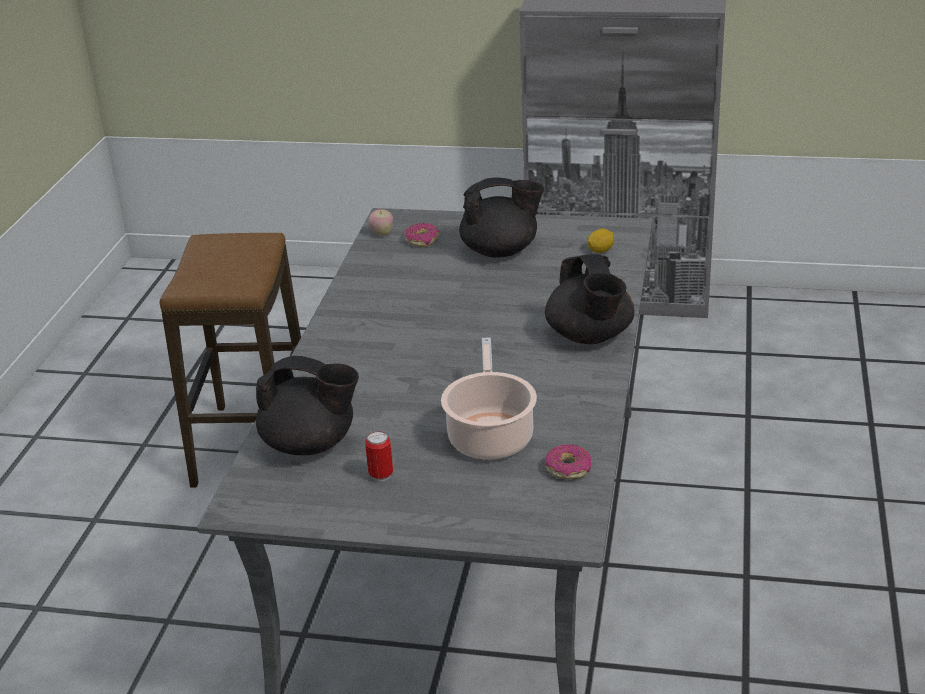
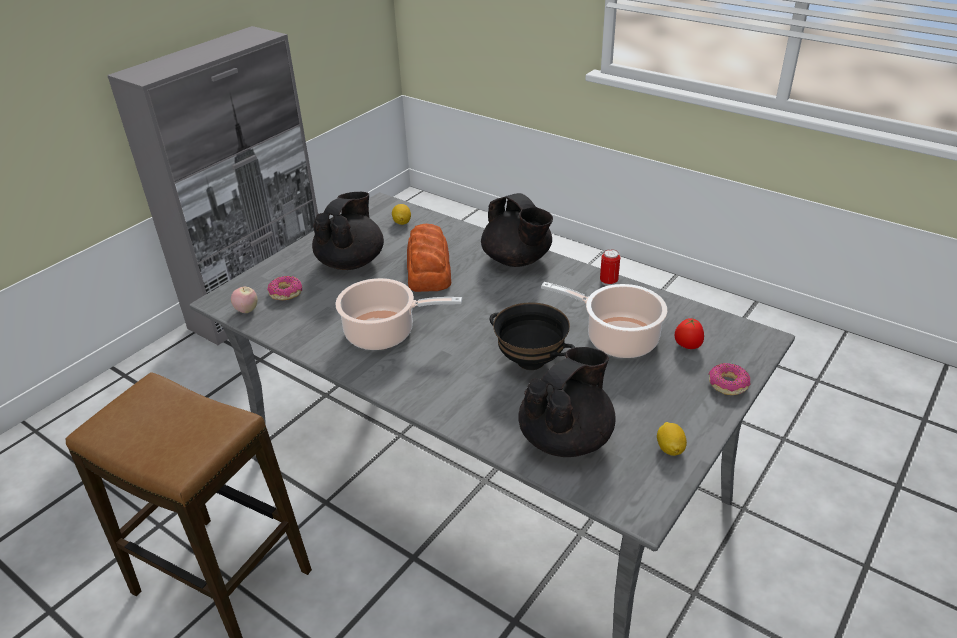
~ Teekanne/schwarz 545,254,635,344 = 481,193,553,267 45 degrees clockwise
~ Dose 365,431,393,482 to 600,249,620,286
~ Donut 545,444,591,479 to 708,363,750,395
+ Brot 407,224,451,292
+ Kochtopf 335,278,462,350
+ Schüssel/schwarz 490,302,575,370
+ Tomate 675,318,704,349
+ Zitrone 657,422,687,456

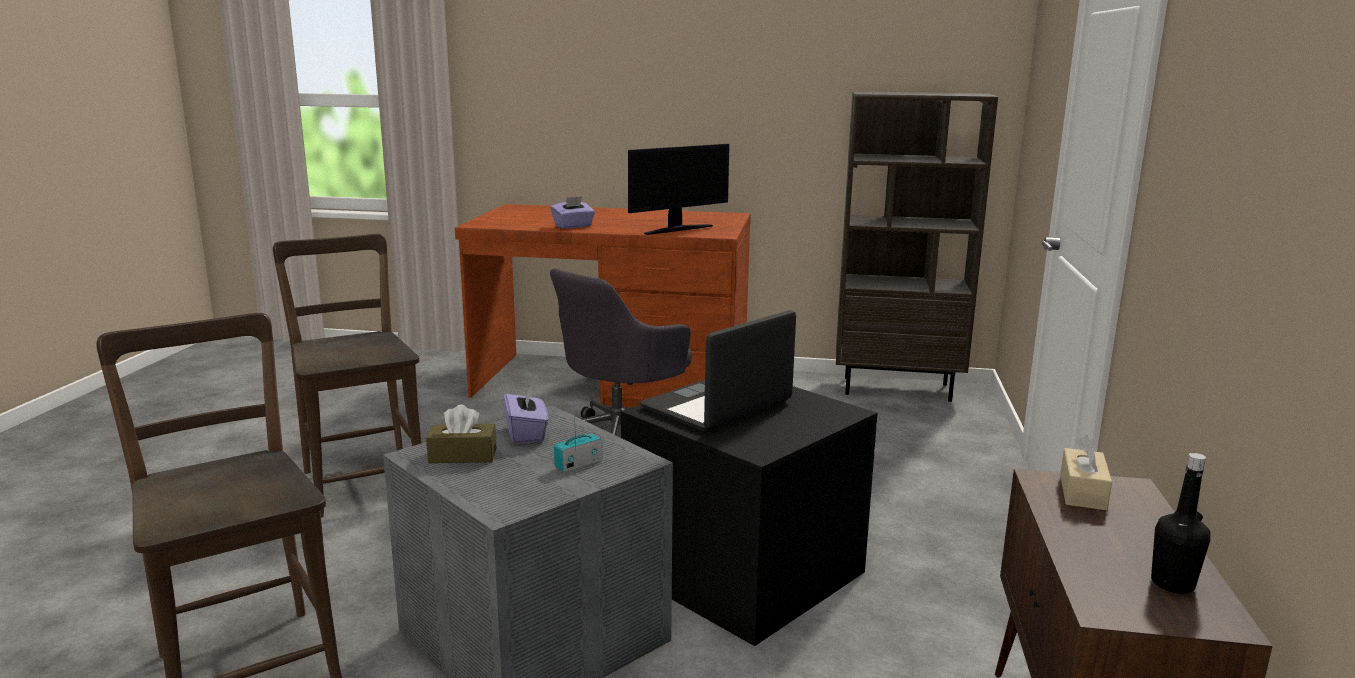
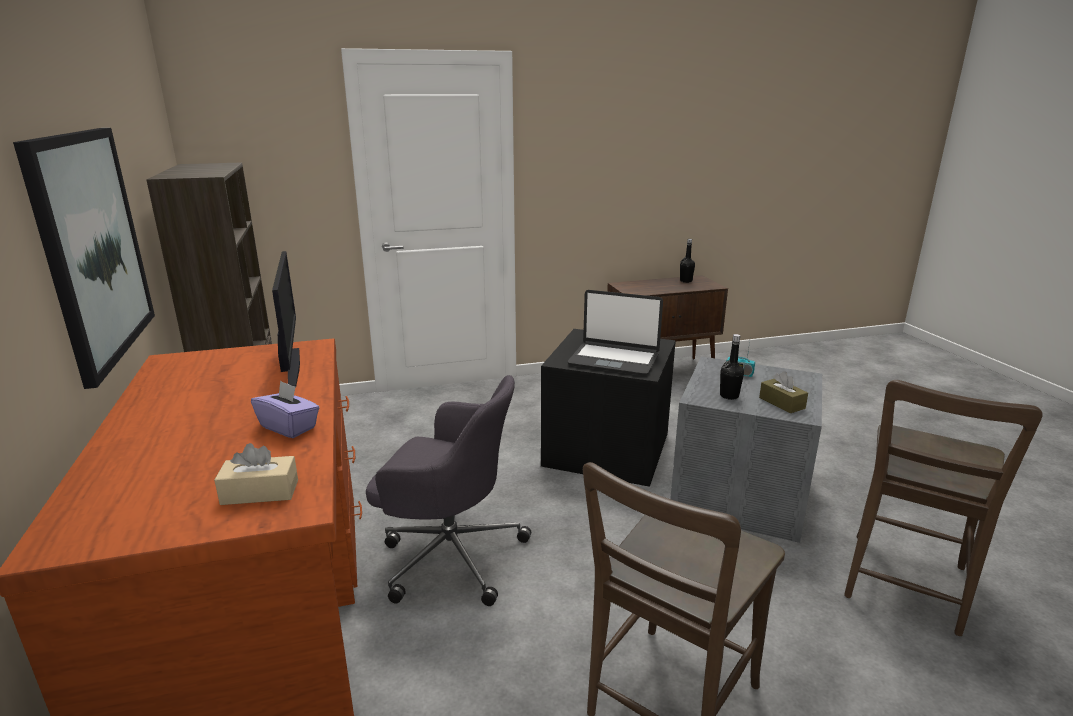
~ Monitor 628,144,729,235 = 272,251,300,386 45 degrees clockwise
~ Taschentuchbox/lila 503,385,548,444 to Flasche/schwarz 720,334,744,400
~ Taschentuchbox/beige 1060,435,1112,510 to 214,443,298,505
+ Bild 13,128,155,389

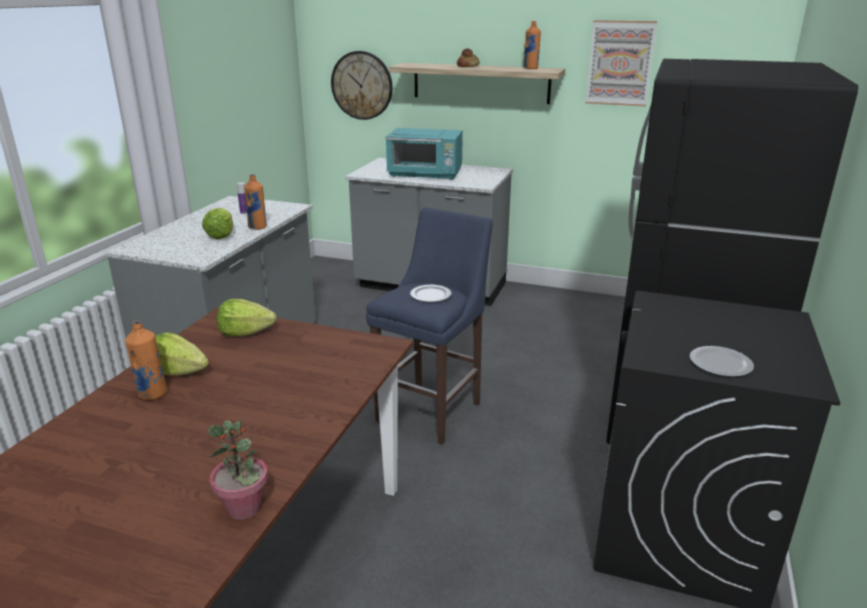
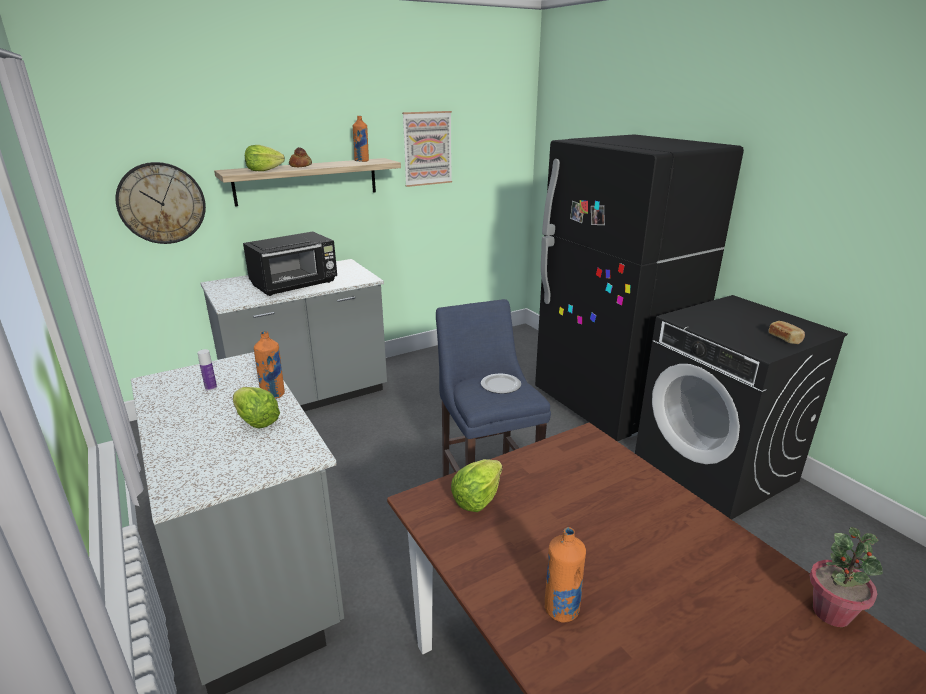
~ Mikrowelle/türkis 385,128,463,180 to Mikrowelle/schwarz 243,231,337,296
~ Salatkopf 155,332,209,375 to 245,145,285,171
~ Teller 690,346,754,377 to Brot 768,321,805,344

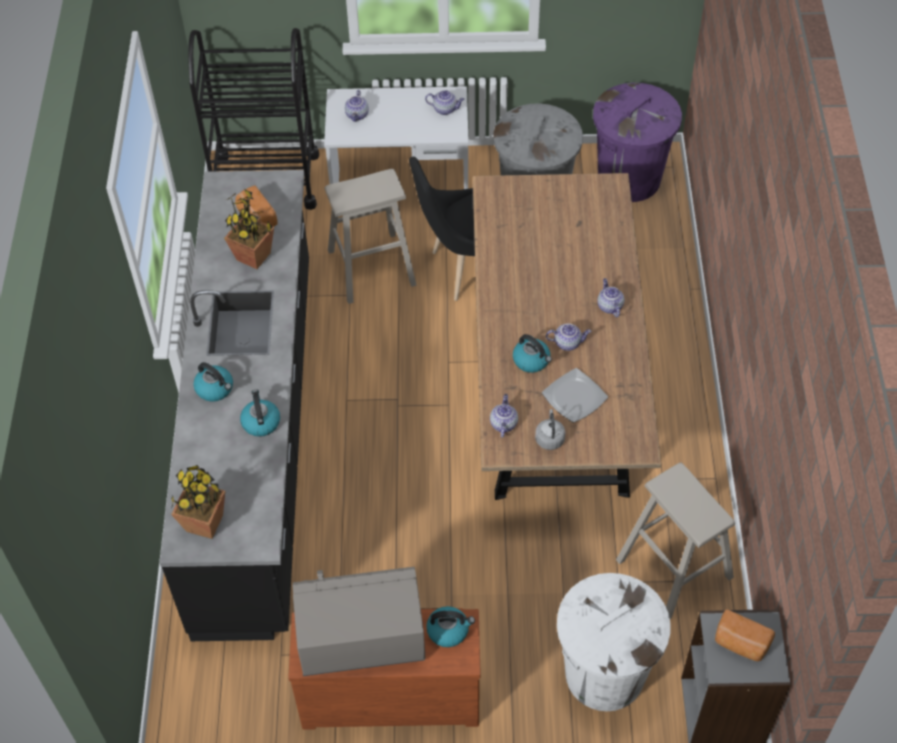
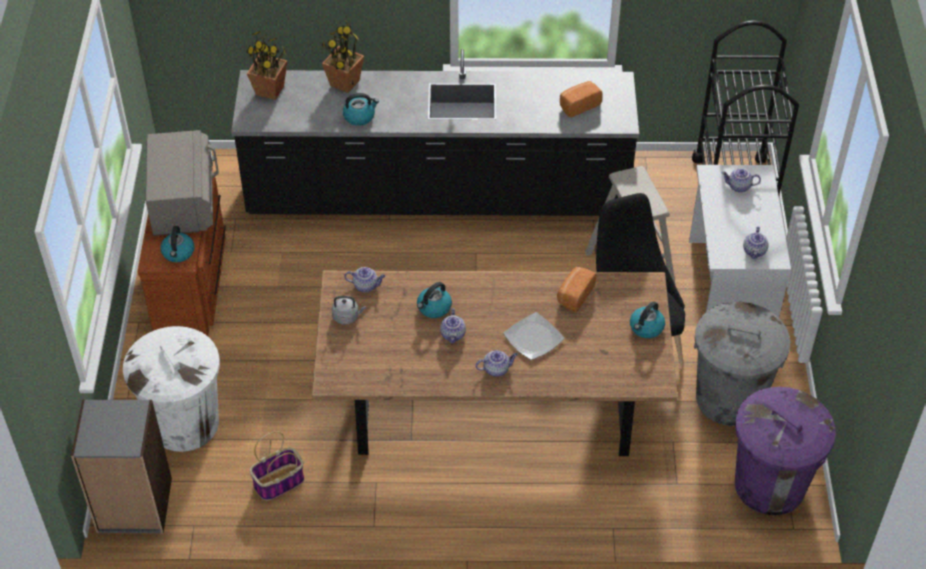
~ Topfpflanze 224,189,274,269 to 322,21,364,93
~ Wasserkessel 193,362,233,402 to 630,301,665,338
~ Teller 542,368,608,423 to 503,312,564,360
~ Hocker/beige 616,462,735,619 to Korb 249,431,304,501
~ Brot 715,609,775,661 to 557,267,596,312

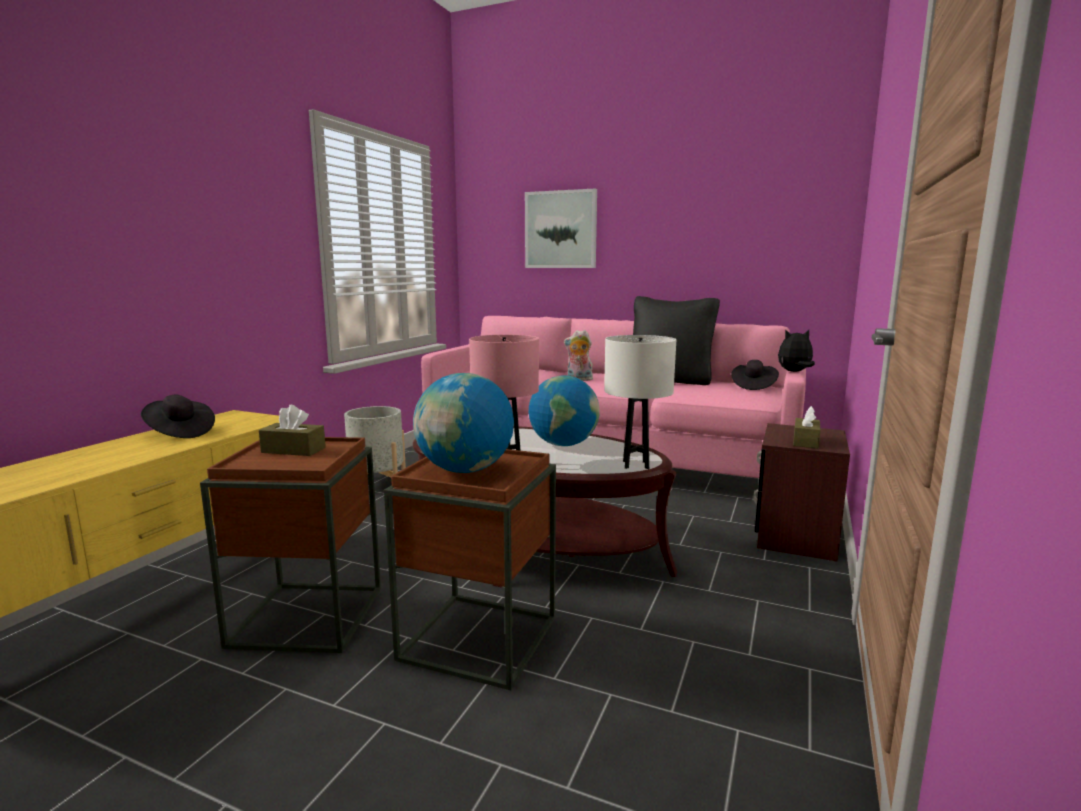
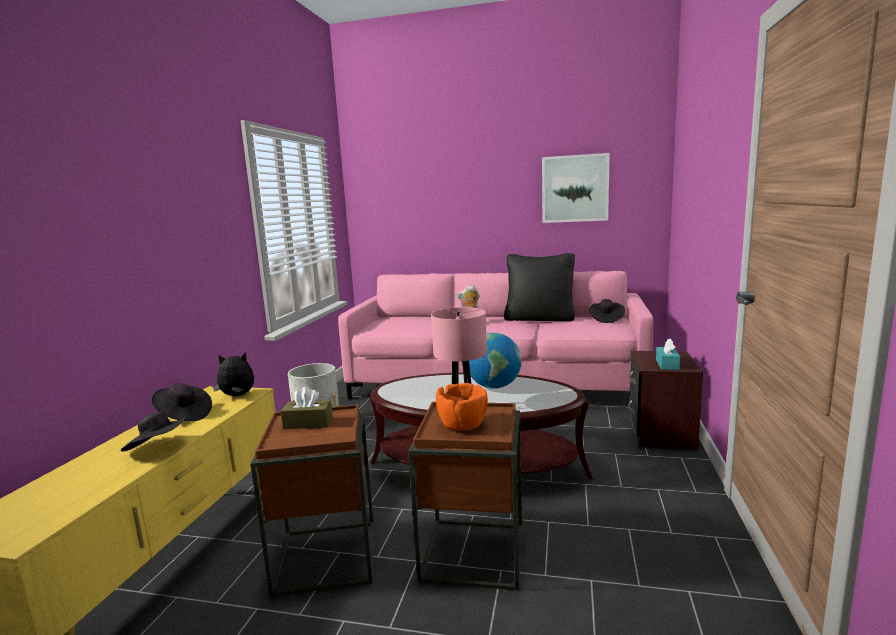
~ Bild 525,189,597,268 to 542,153,610,223
~ Plüschtier 778,330,815,372 to 212,352,254,396
- Tischlampe/weiß 604,335,676,469
~ Globus 413,373,514,473 to Schüssel/orange 436,383,488,430
~ Taschentuchbox/braun 793,406,820,449 to Taschentuchbox/türkis 656,339,680,370
+ Hut/schwarz 121,412,187,452

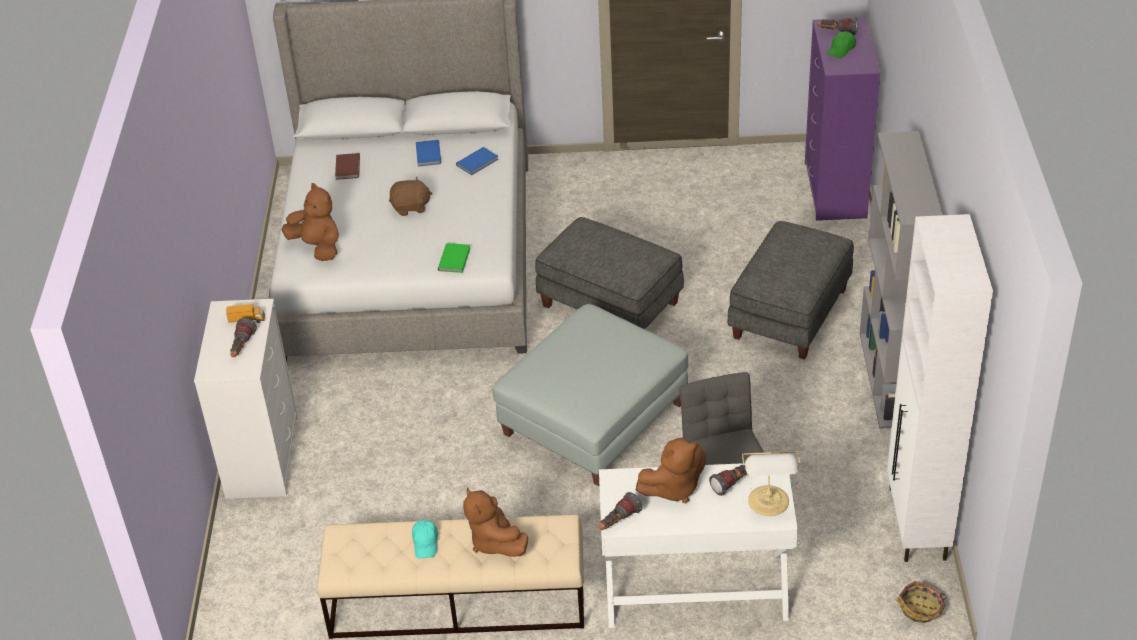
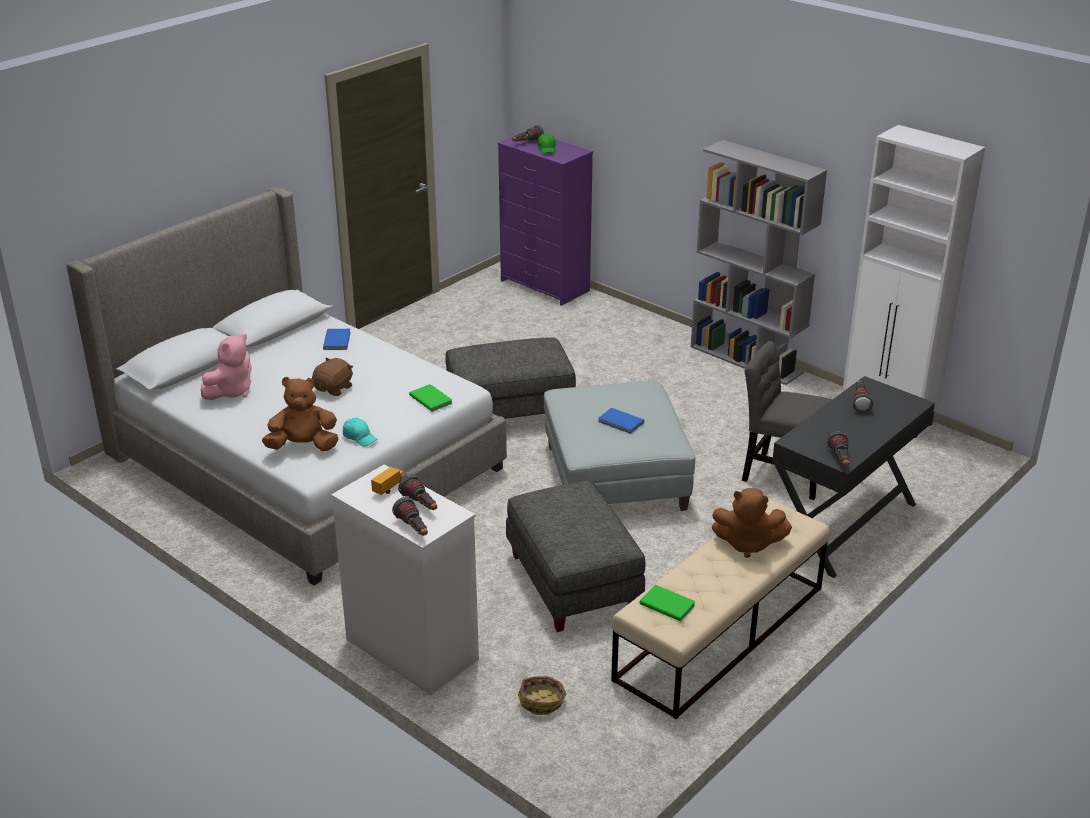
~ Buch/blau 416,140,441,166 to 598,408,644,434
~ Buch/braun 335,153,360,180 to Plüschtier/rosa 201,334,251,400
~ Polsterhocker/grau 728,221,854,360 to 506,481,645,632
- Plüschtier/braun 636,437,706,503
- Tischlampe 742,451,801,516
~ Schreibtisch/weiß 599,463,798,628 to Schreibtisch/schwarz 772,376,935,578
~ Kappe/türkis 412,520,438,558 to 343,417,377,447
~ Korb 896,581,946,623 to 518,676,567,715
+ Taschenlampe 392,497,428,536
+ Buch/grün 640,585,696,622

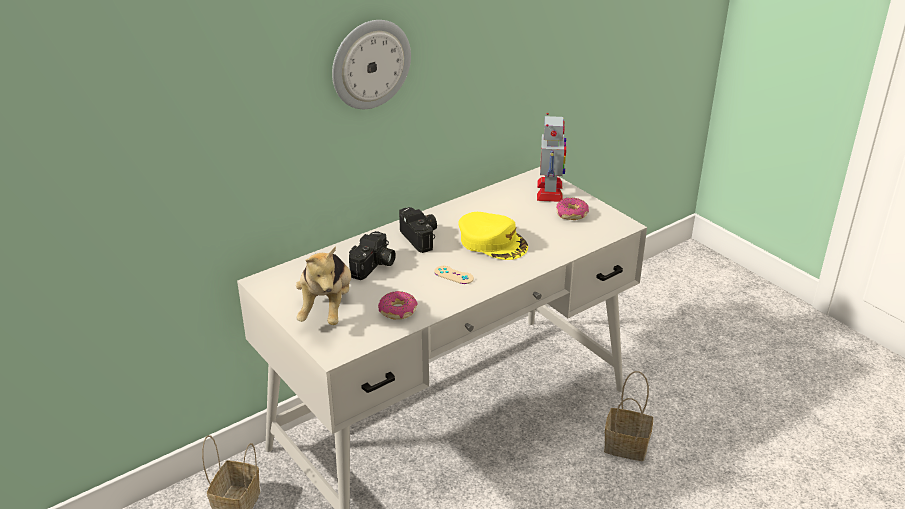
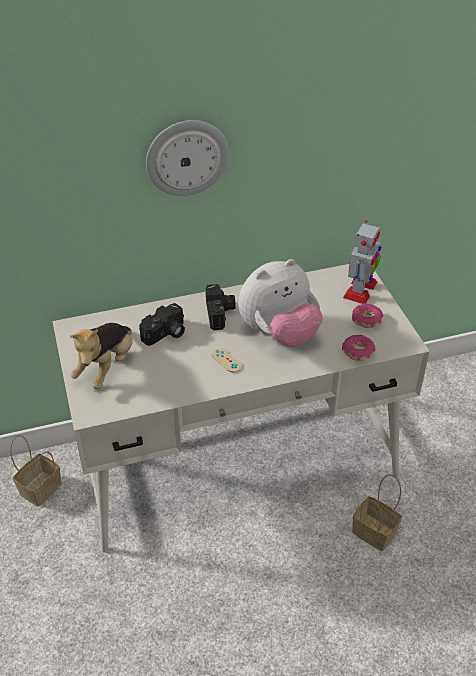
~ Kappe/gelb 458,212,528,260 to Plüschtier 238,259,323,347
~ Donut 378,291,418,319 to 342,335,376,361

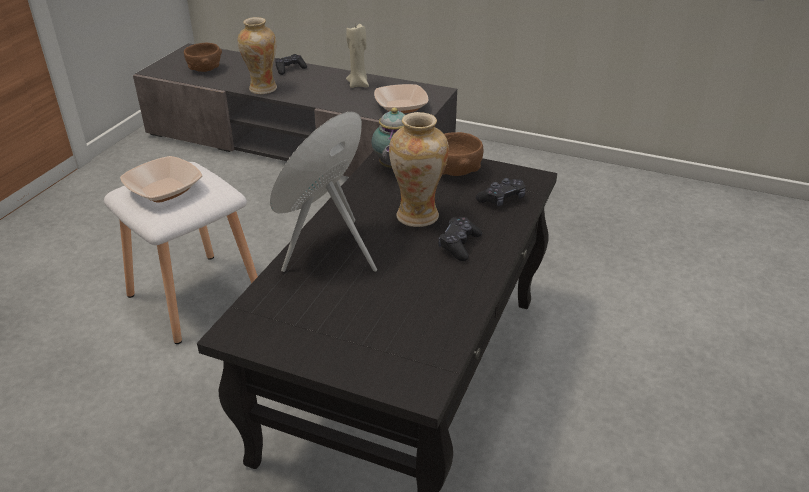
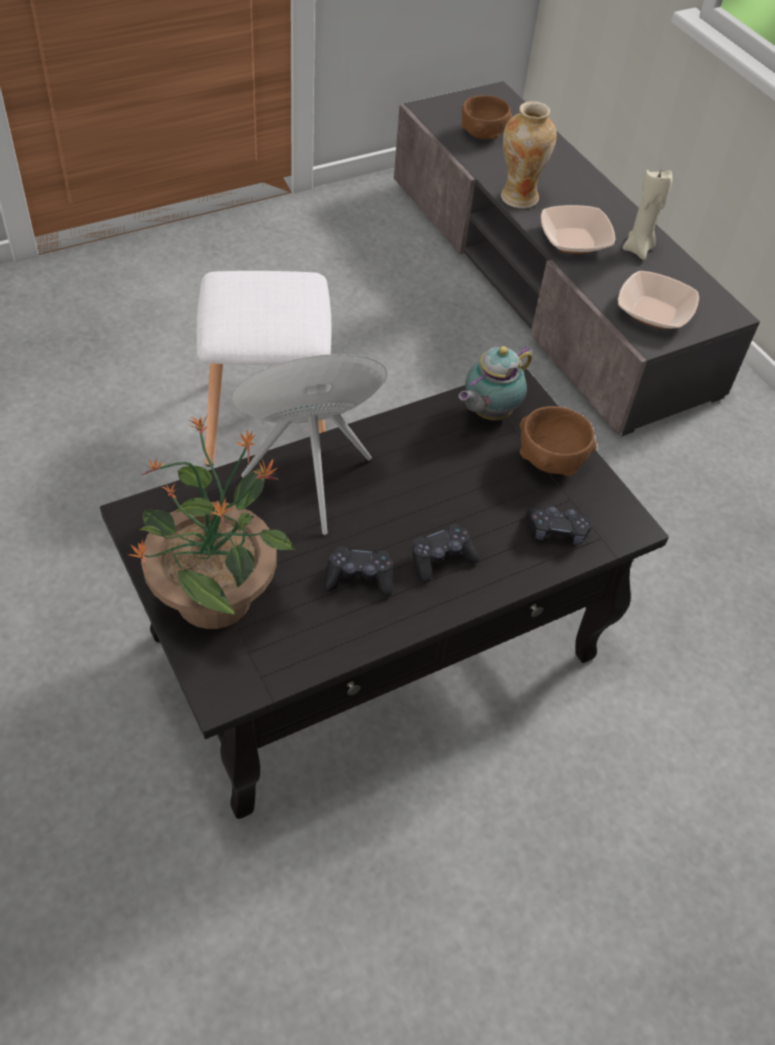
~ Gamepad/schwarz 275,54,307,75 to 324,546,393,597
- Vase 389,112,449,227
~ Schüssel 120,156,202,203 to 541,205,615,254
+ Topfpflanze 129,416,295,629

